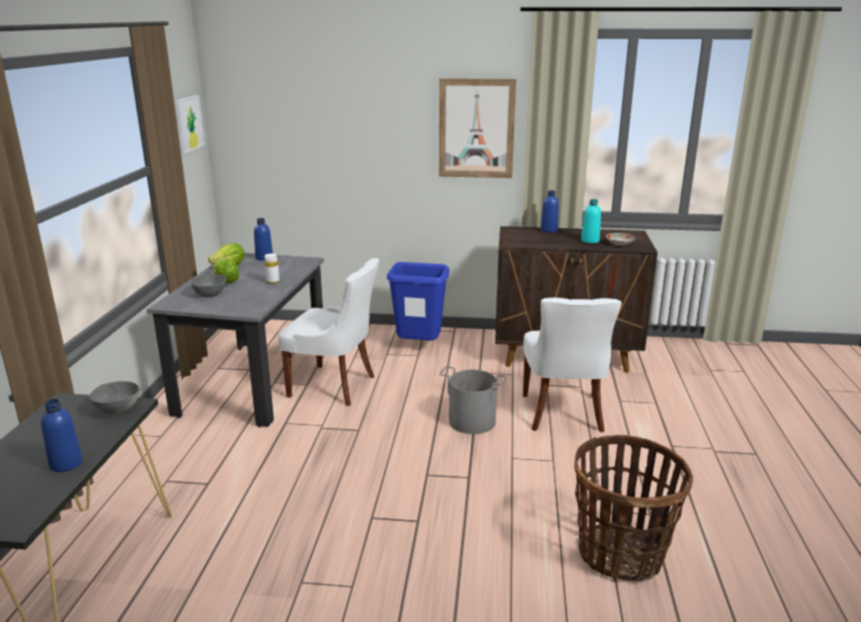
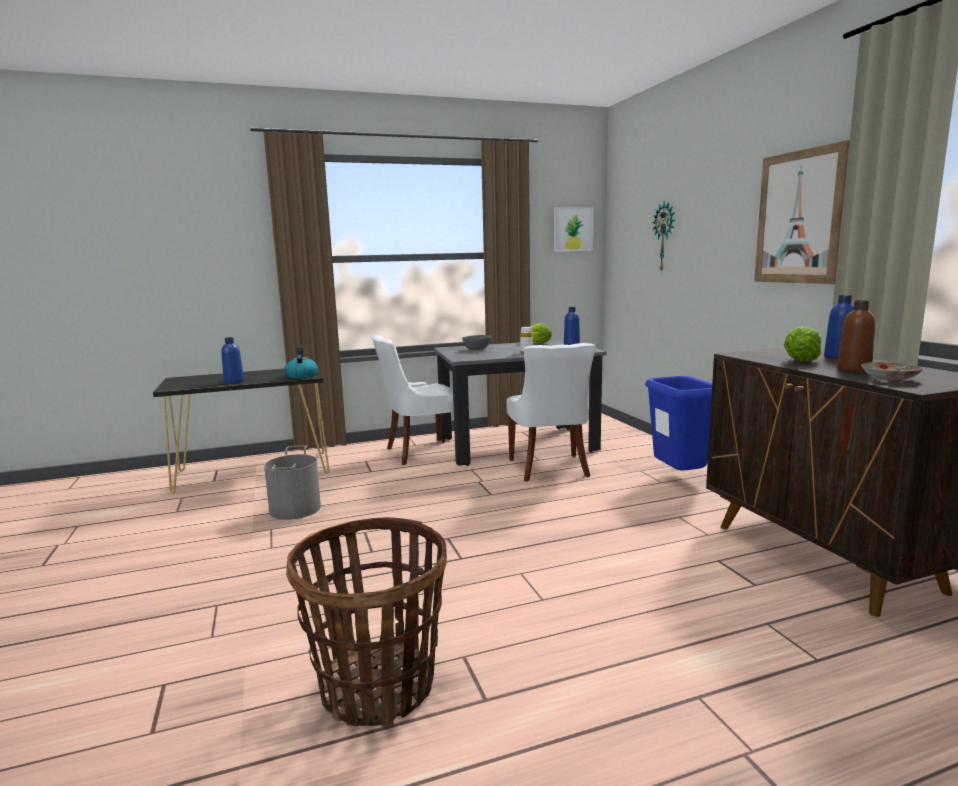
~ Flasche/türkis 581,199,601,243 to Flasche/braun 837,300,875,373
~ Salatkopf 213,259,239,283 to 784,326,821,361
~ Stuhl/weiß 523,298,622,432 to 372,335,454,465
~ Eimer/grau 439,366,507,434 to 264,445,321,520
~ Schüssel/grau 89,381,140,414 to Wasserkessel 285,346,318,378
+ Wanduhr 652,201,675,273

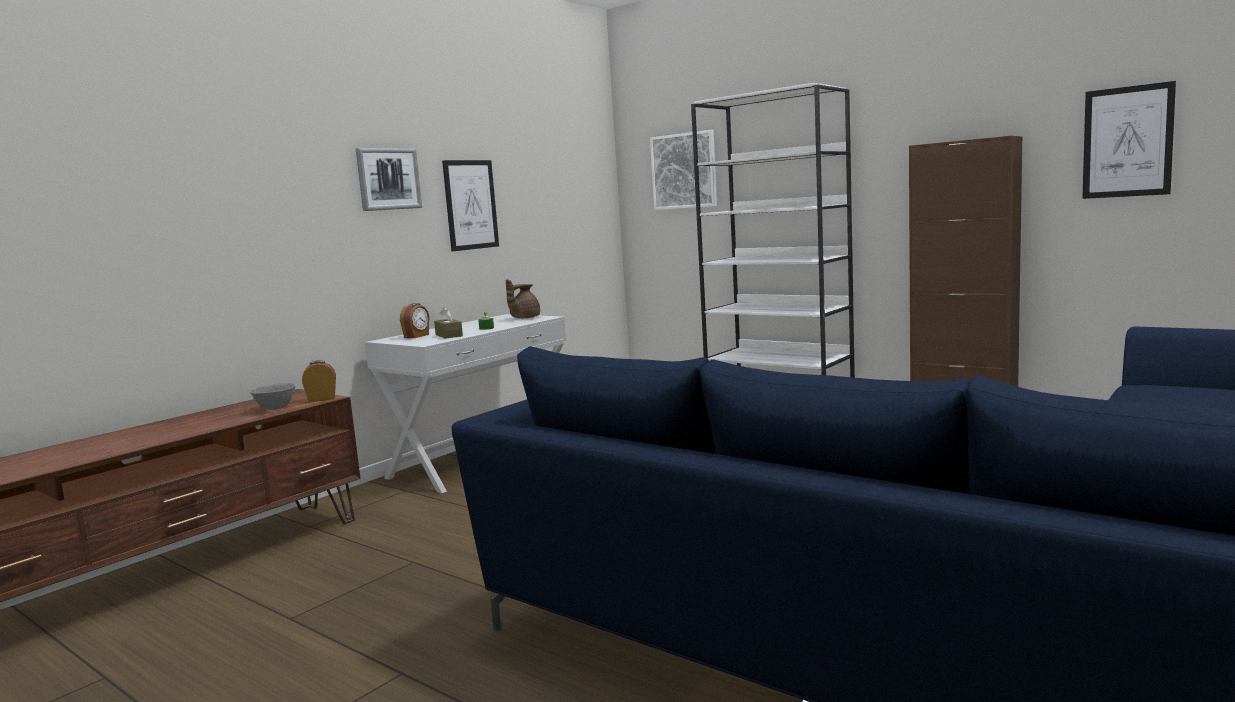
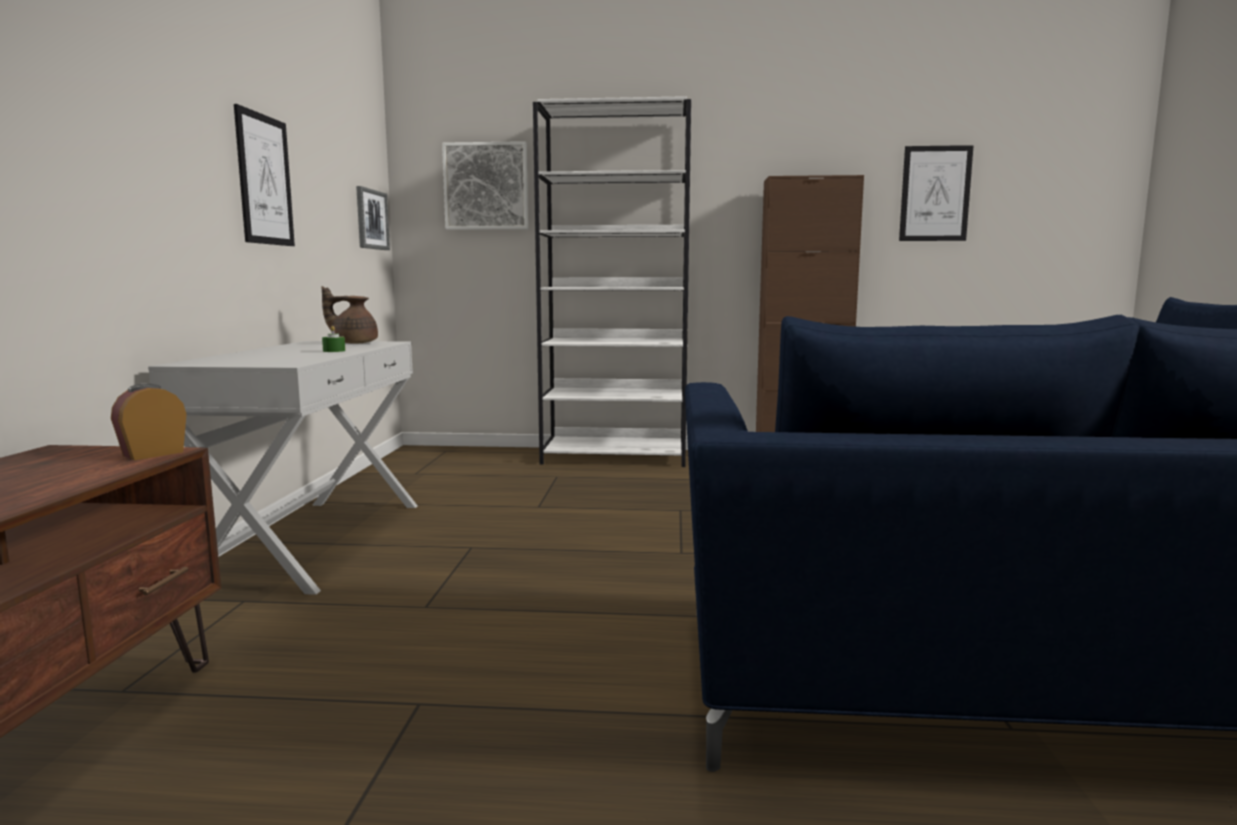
~ Bild 356,148,422,211 to 356,186,390,250
~ Teekanne/braun 506,279,540,318 = 321,286,378,343 90 degrees clockwise
- Wecker 400,303,429,338
- Taschentuchbox/braun 434,307,463,339
- Schüssel/grau 249,383,296,410

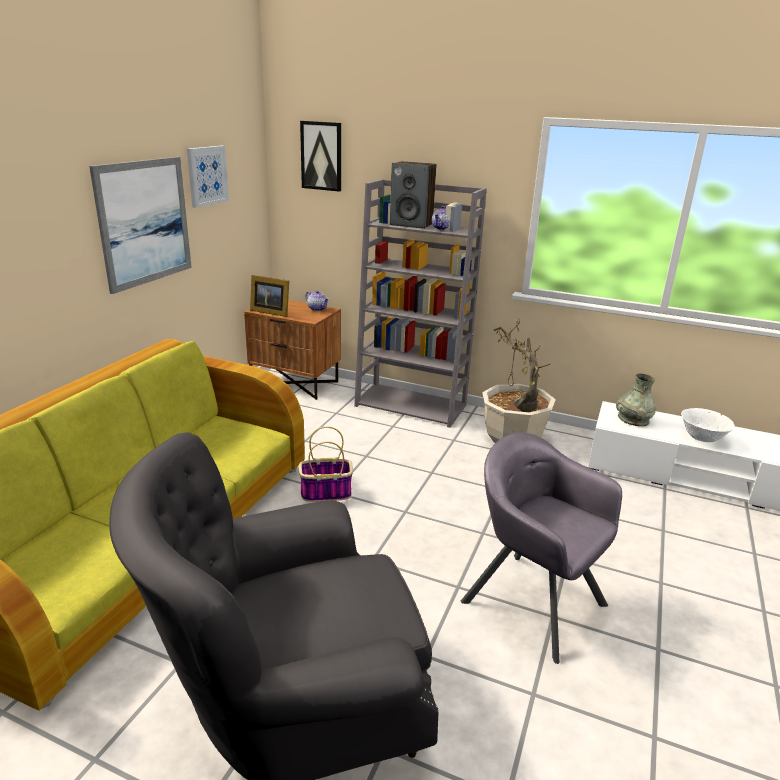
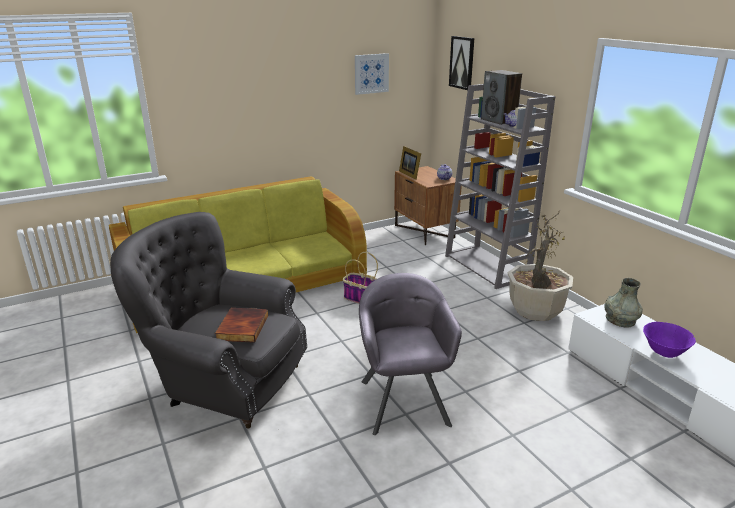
- Bild 89,157,192,294
~ Schüssel/weiß 681,408,735,442 to Schüssel/lila 643,322,696,358
+ Buch 215,308,268,343

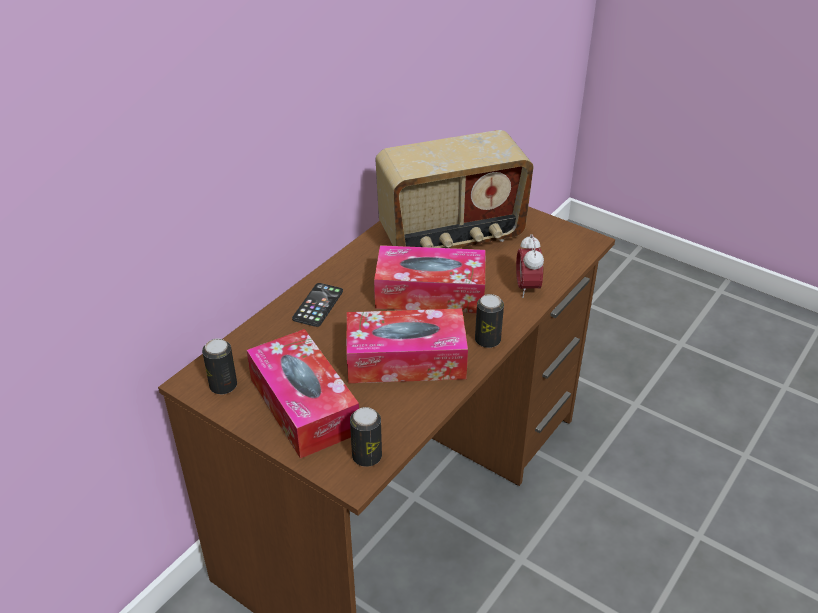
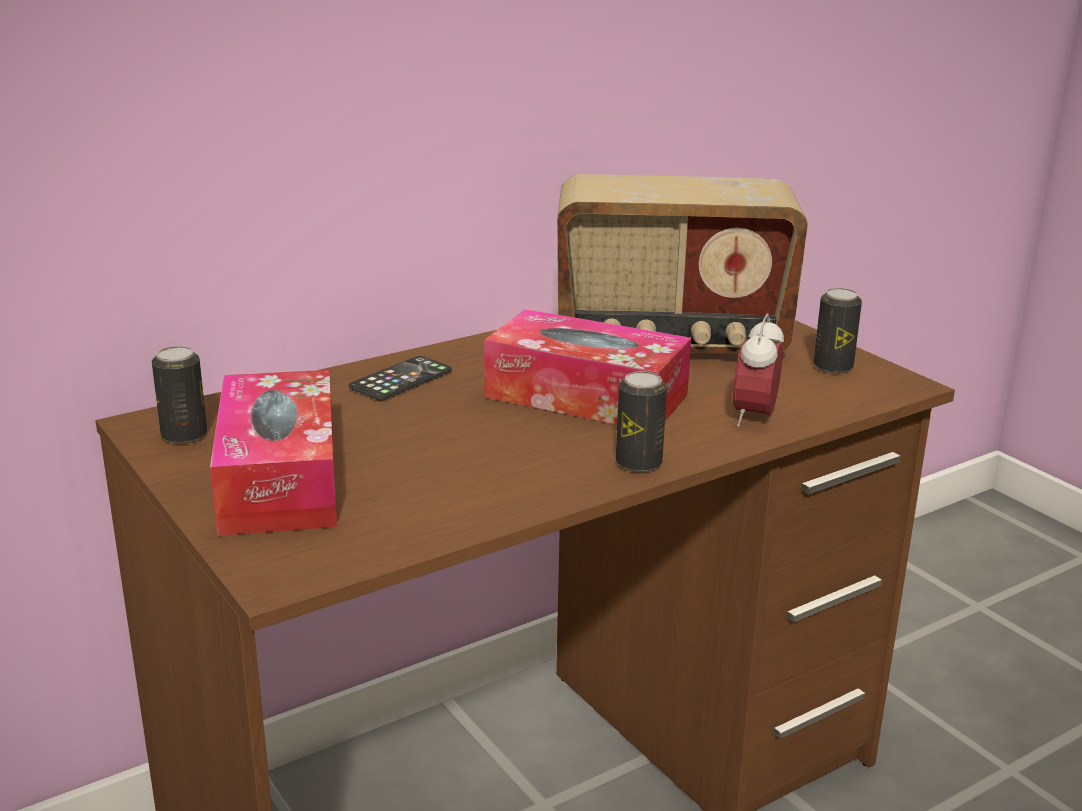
- Taschentuchbox 347,309,468,383
~ Dose 350,407,382,467 to 814,288,862,374

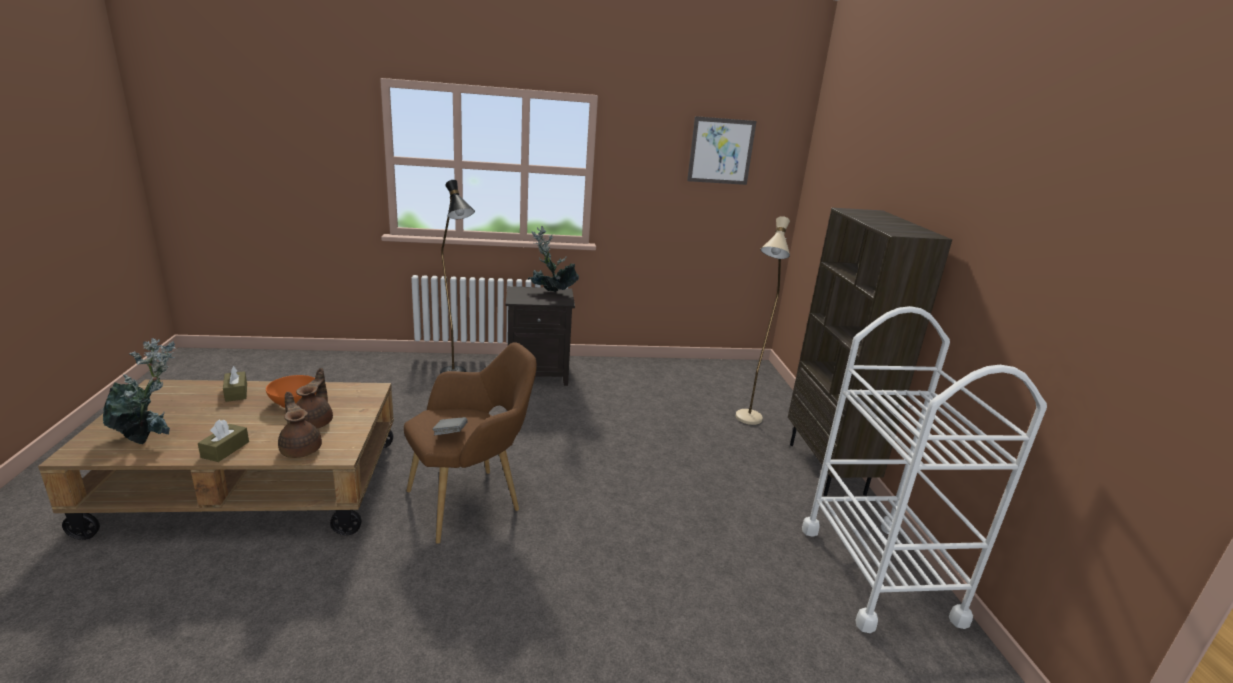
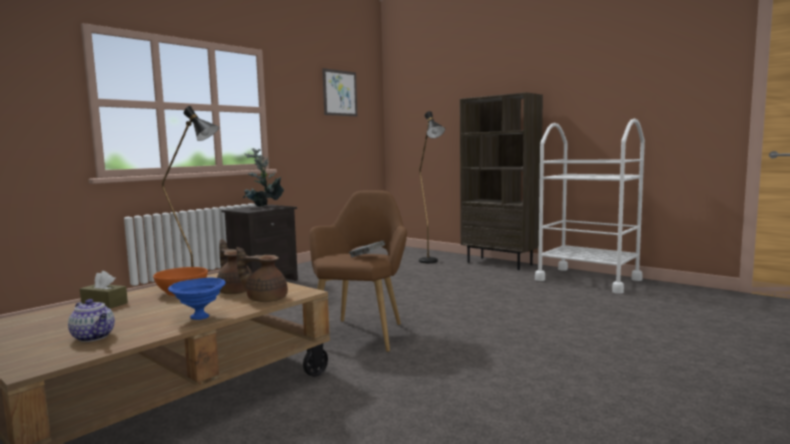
~ Stehlampe/beige 736,216,790,425 to Stehlampe/schwarz 419,111,445,263
~ Topfpflanze 103,338,176,444 to Teekanne 68,299,115,342
~ Taschentuchbox/braun 198,419,249,462 to Schüssel/blau 168,278,226,320

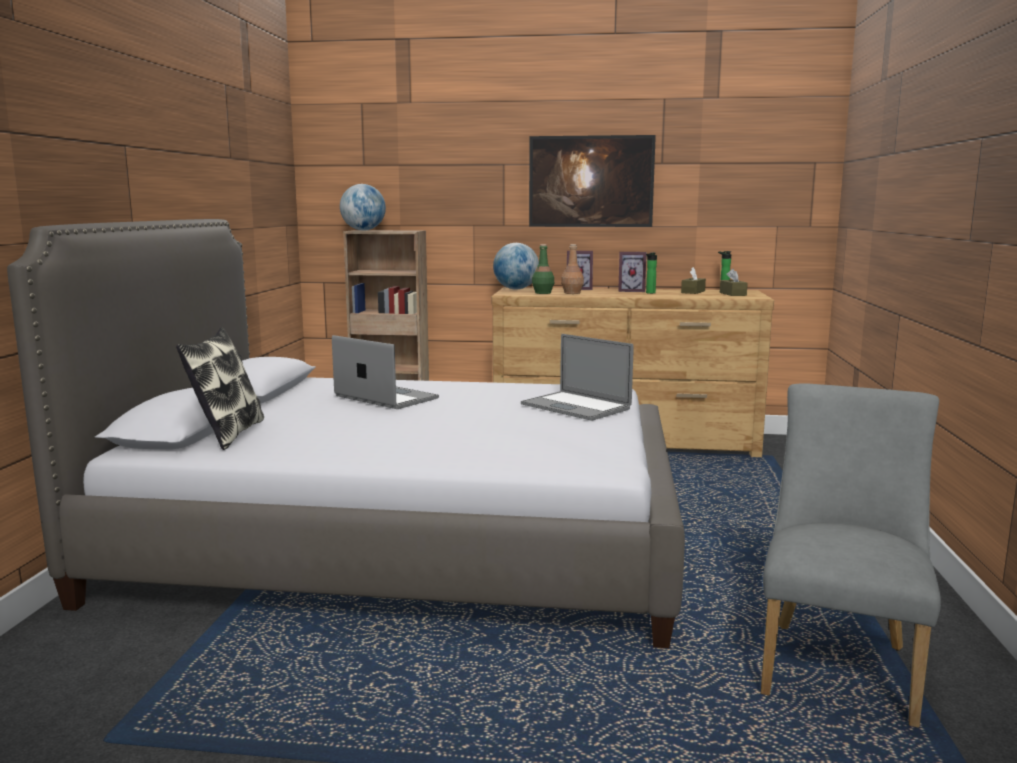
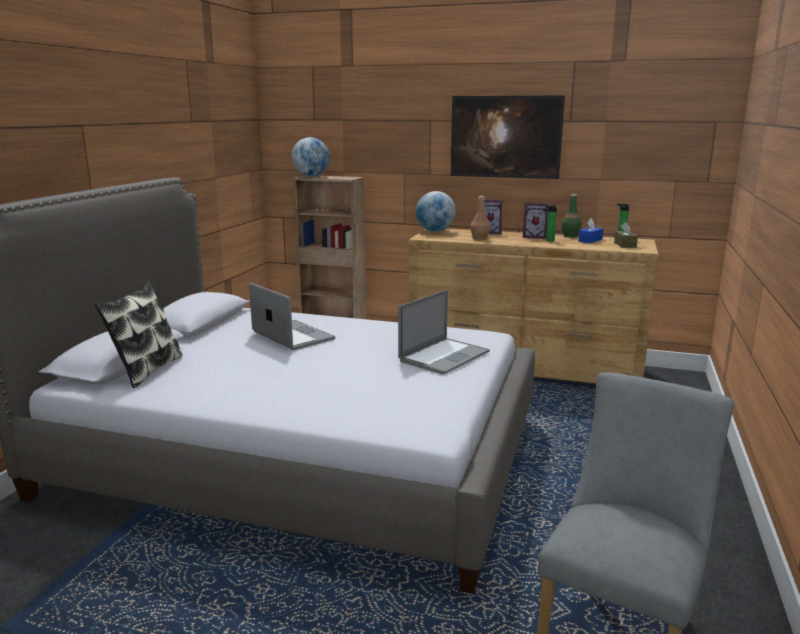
~ Flasche/grün 532,244,554,294 to 562,194,582,237
~ Taschentuchbox/braun 681,267,706,294 to Taschentuchbox/blau 578,218,603,243
~ Laptop 521,334,634,421 = 398,289,490,374 105 degrees counterclockwise

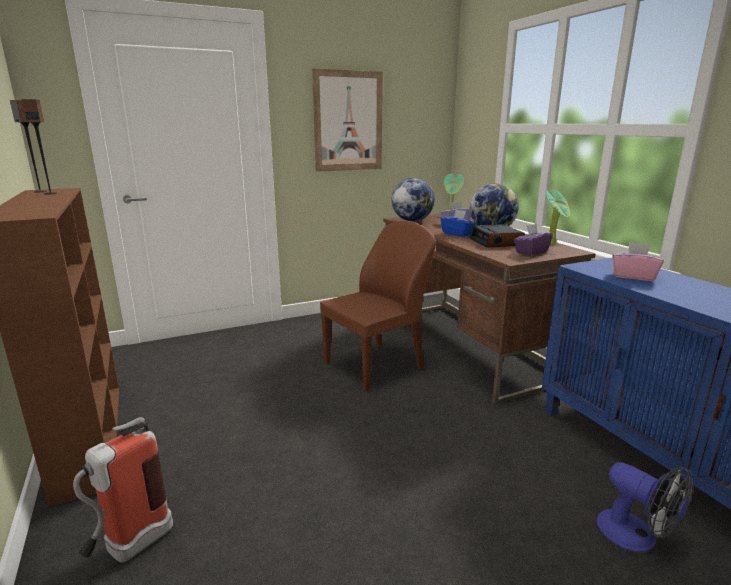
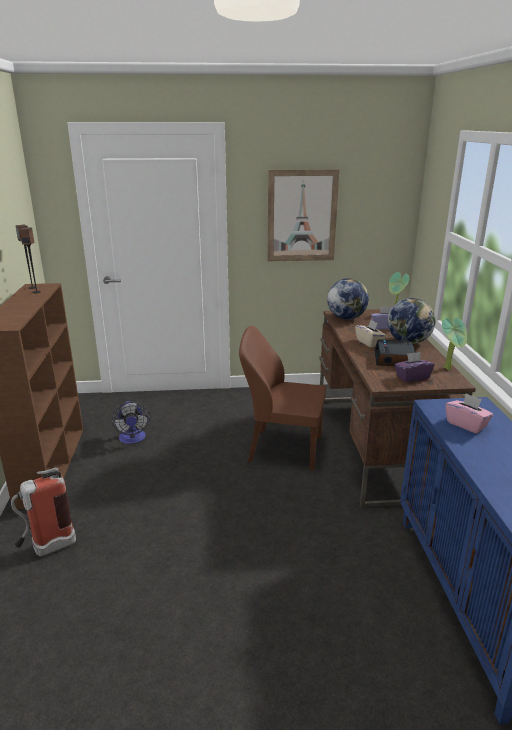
~ Taschentuchbox/blau 441,210,476,237 to Taschentuchbox/beige 355,320,386,347
~ Stuhl/braun 320,221,436,391 = 239,326,326,470 150 degrees counterclockwise
~ Ventilator 597,462,694,552 to 112,401,150,444

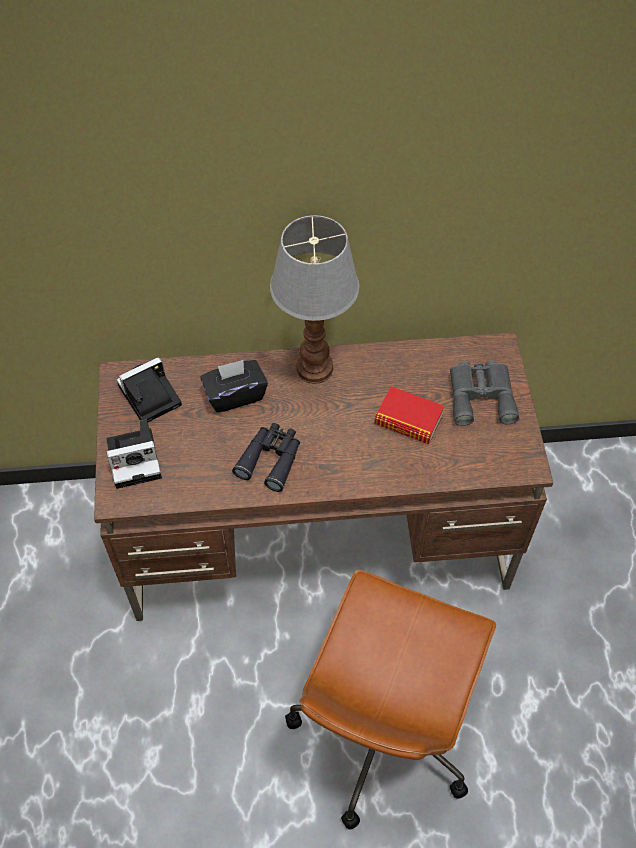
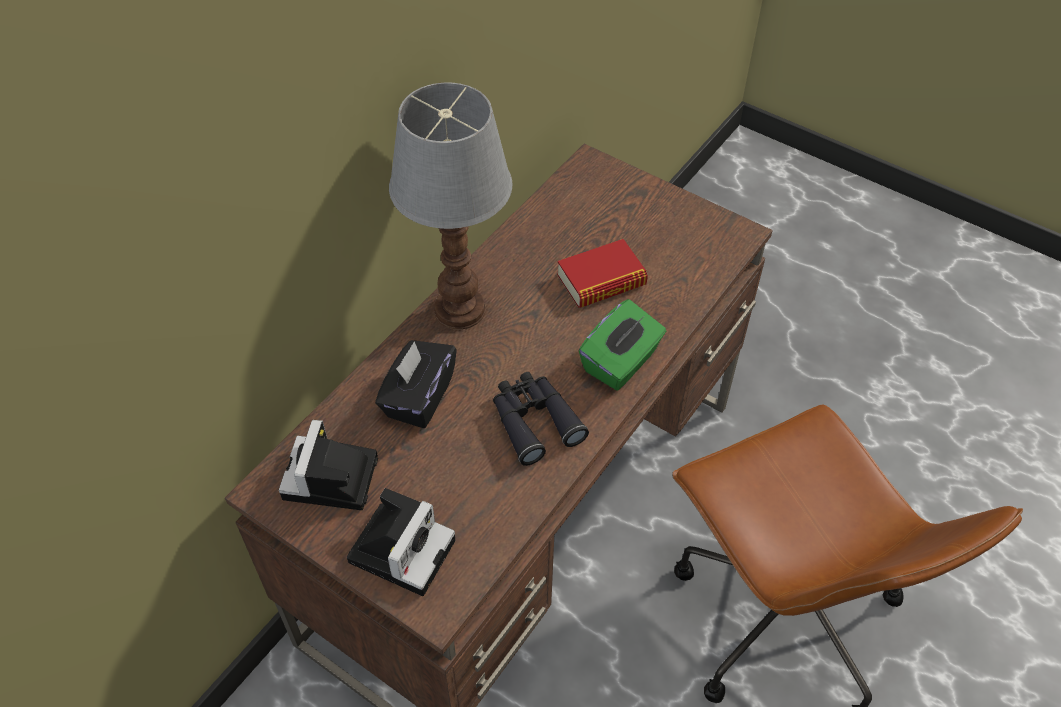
- Fernglas/grau 450,361,519,426
+ Taschentuchbox/grün 579,299,666,390

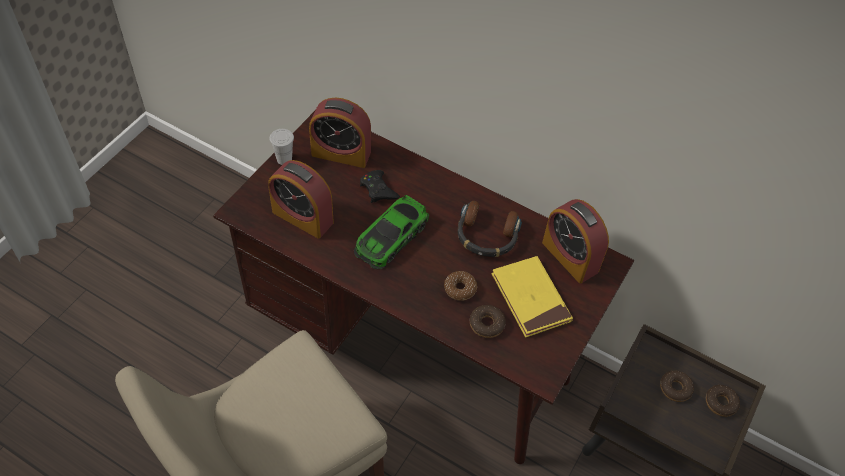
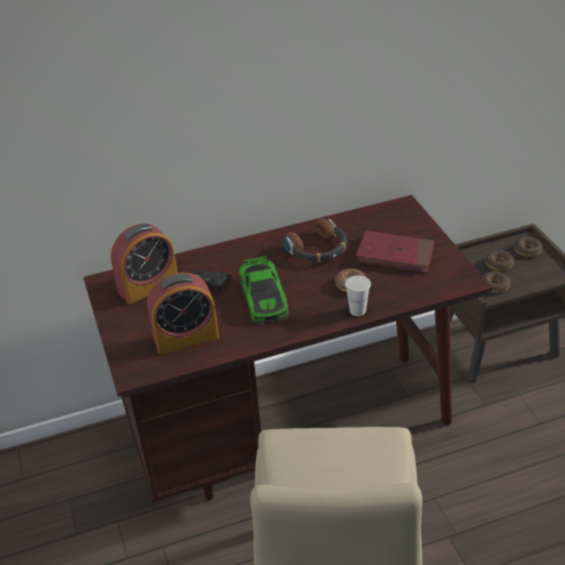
~ Tasse/weiß 270,129,294,165 to 345,275,371,316
- Wecker 542,199,609,283
~ Buch/gelb 492,256,573,338 to Buch/rot 355,230,435,273
~ Donut 470,305,506,338 to 483,271,510,293

